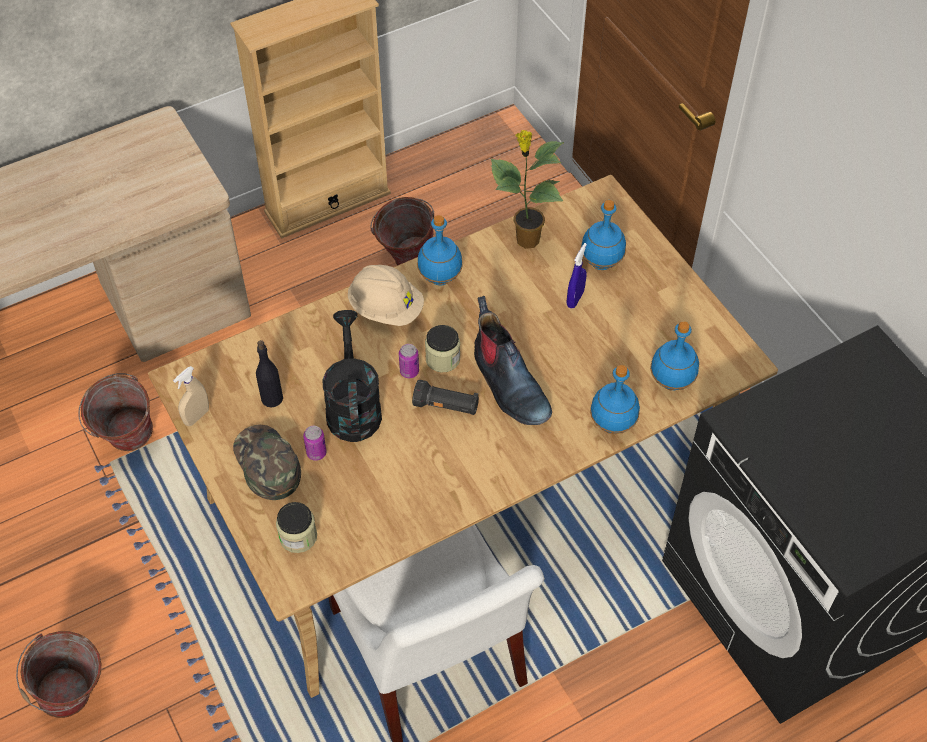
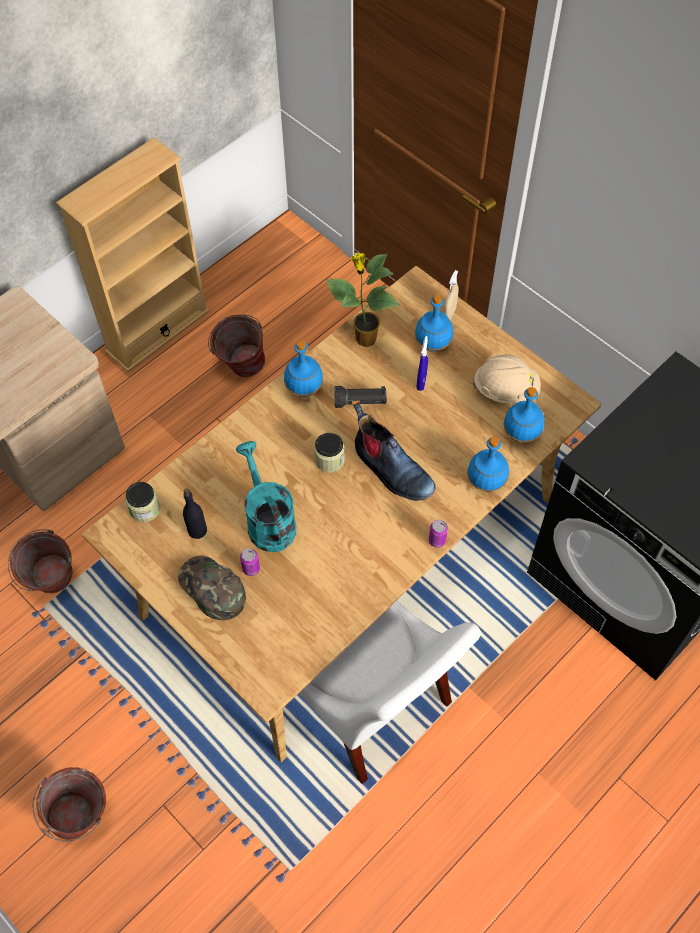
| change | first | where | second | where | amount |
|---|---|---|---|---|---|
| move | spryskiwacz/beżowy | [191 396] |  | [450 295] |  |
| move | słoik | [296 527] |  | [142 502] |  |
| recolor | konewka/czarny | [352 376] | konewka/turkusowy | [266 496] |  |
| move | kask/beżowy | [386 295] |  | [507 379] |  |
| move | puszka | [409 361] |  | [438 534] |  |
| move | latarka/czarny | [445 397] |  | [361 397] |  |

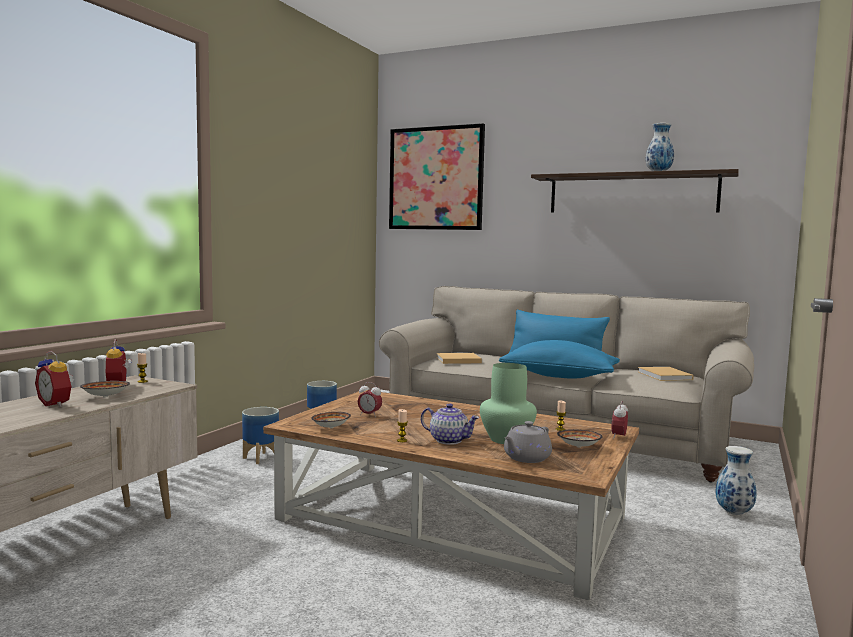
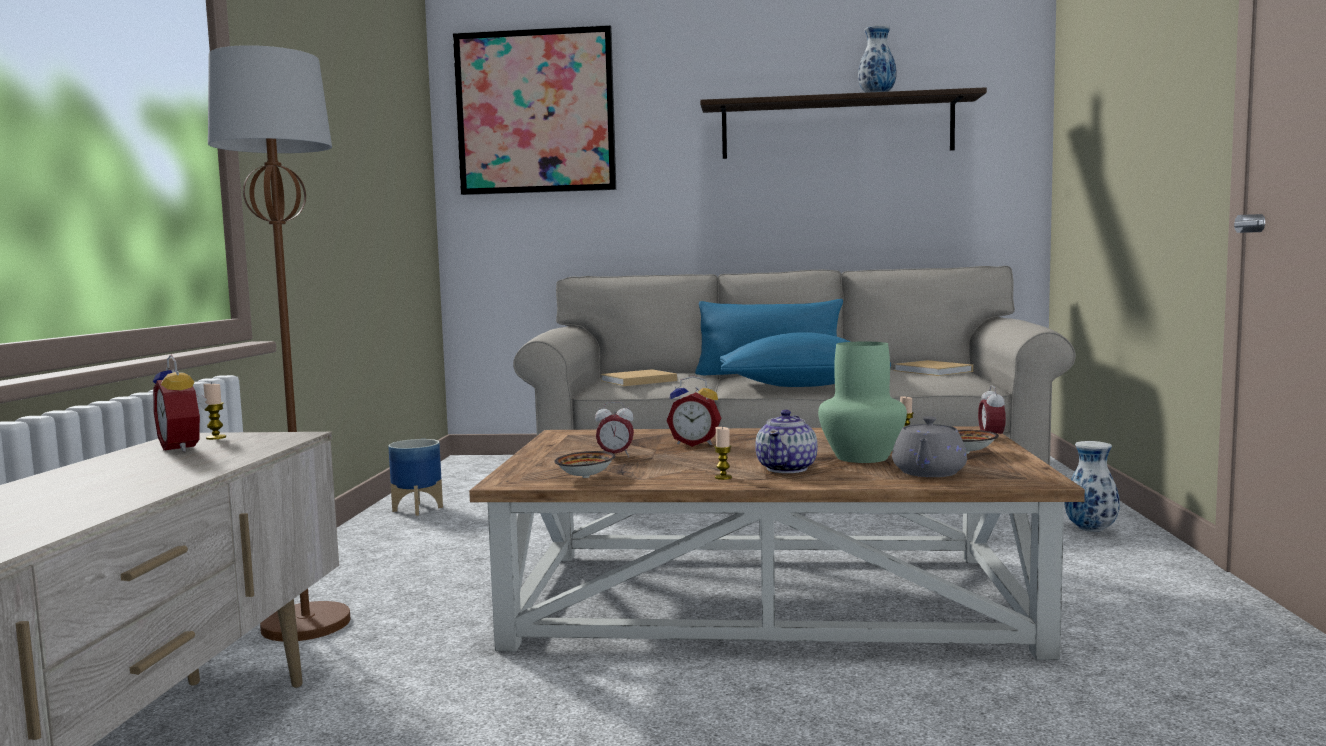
| change | first | where | second | where | amount |
|---|---|---|---|---|---|
| move | budzik | [54 379] |  | [693 411] |  |
| delete | miska | [105 389] |  |  |  |
| delete | donica | [260 435] |  |  |  |
| rotate | imbryk | [450 424] |  | [786 441] | 105 degrees clockwise |
| insert |  |  | lampa stojąca/brązowy | [279 343] |  |

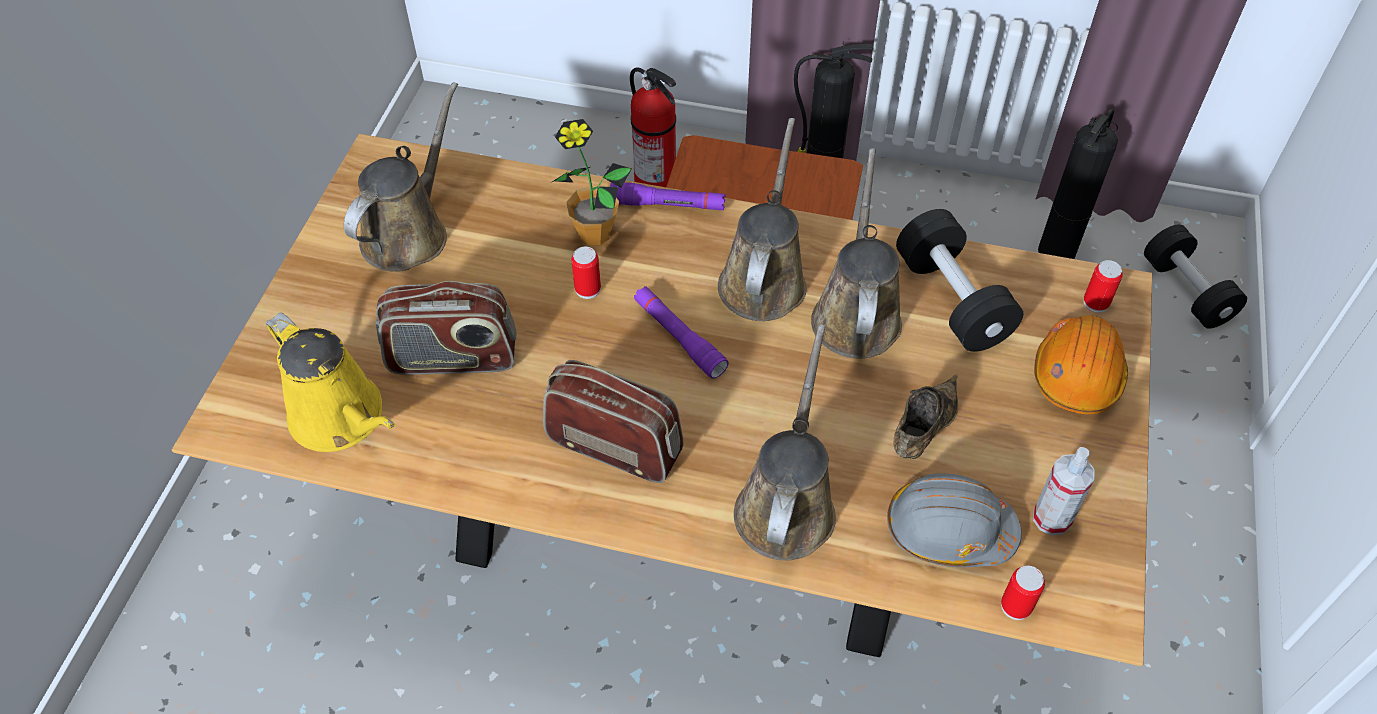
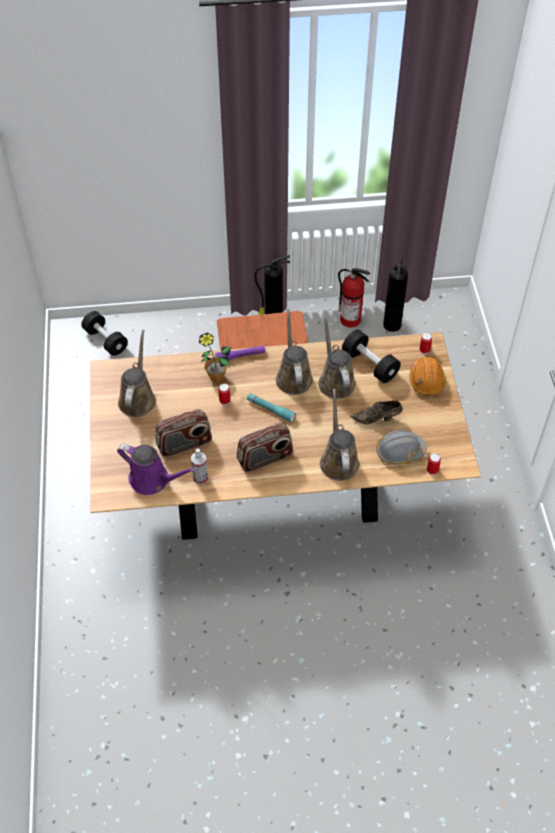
| change | first | where | second | where | amount |
|---|---|---|---|---|---|
| recolor | konewka/żółty | [330 382] | konewka/fioletowy | [156 469] |  |
| rotate | radio | [613 421] |  | [265 447] | 150 degrees clockwise |
| move | gaśnica | [653 127] |  | [354 297] |  |
| recolor | latarka/fioletowy | [681 332] | latarka/turkusowy | [271 407] |  |
| rotate | but/brązowy | [925 416] |  | [376 412] | 105 degrees counterclockwise |
| move | spryskiwacz | [1064 491] |  | [199 466] |  |
| move | hantel/czarny | [1195 276] |  | [104 333] |  |

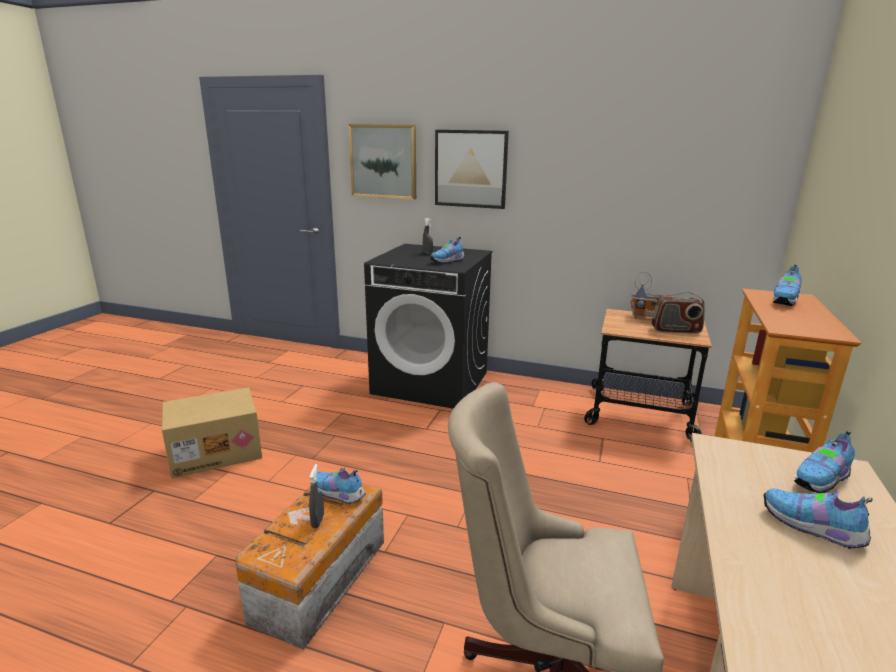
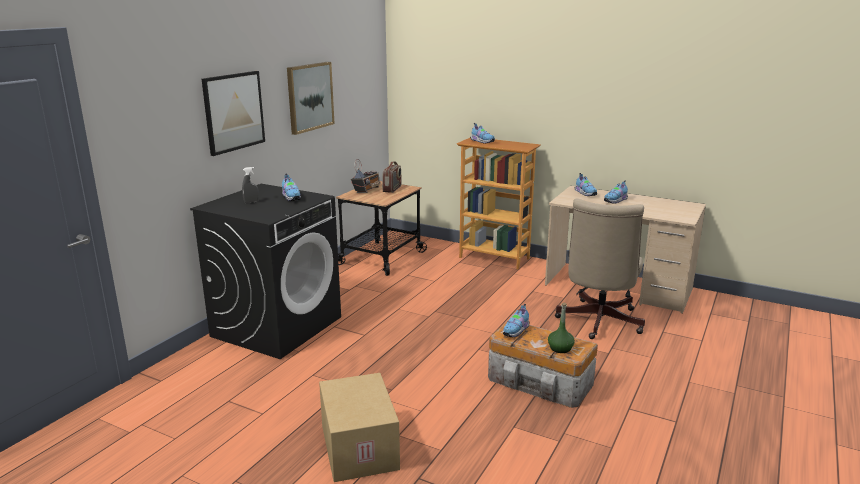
| change | first | where | second | where | amount |
|---|---|---|---|---|---|
| delete | spryskiwacz/szary | [316 496] |  |  |  |
| move | obraz | [382 162] |  | [311 98] |  |
| insert |  |  | butelka/zielony | [561 328] |  |

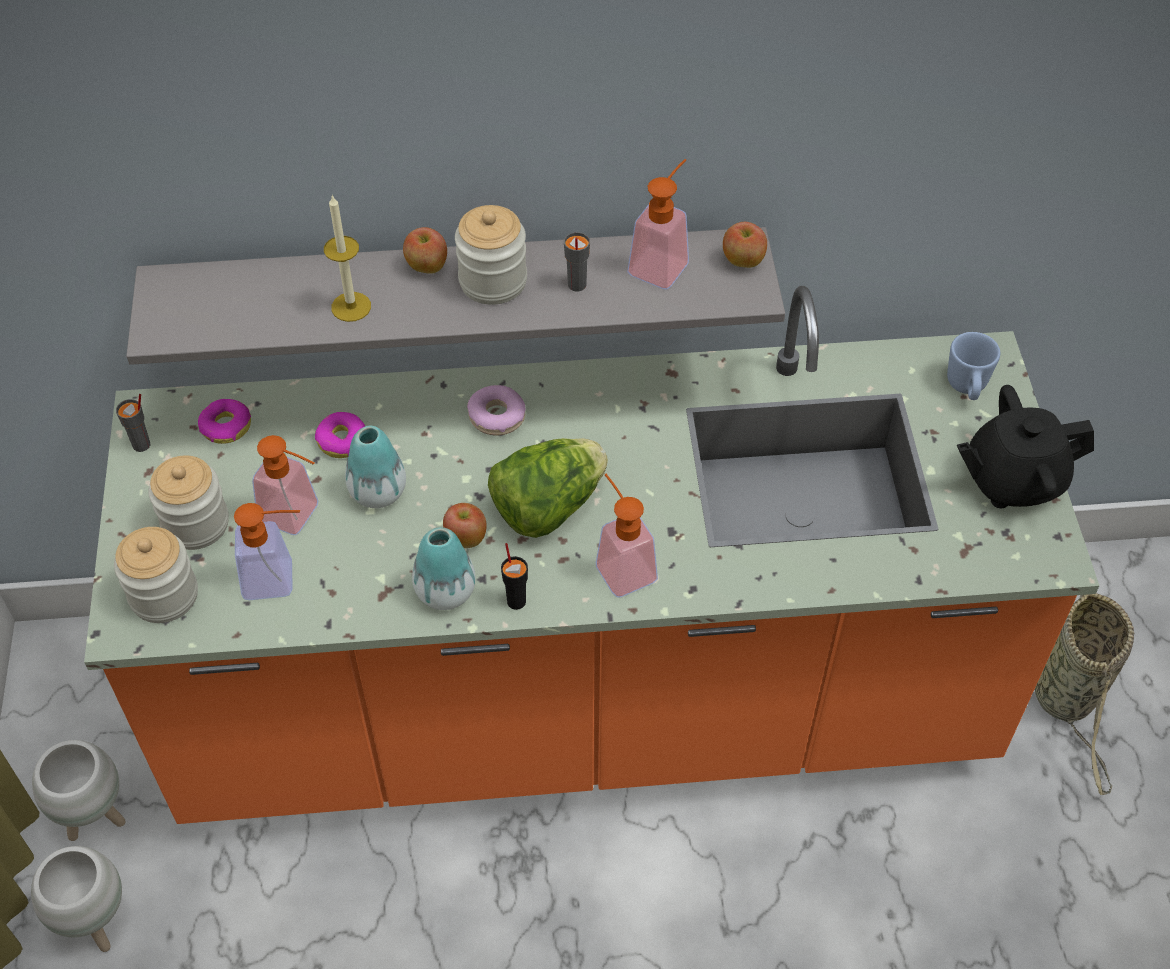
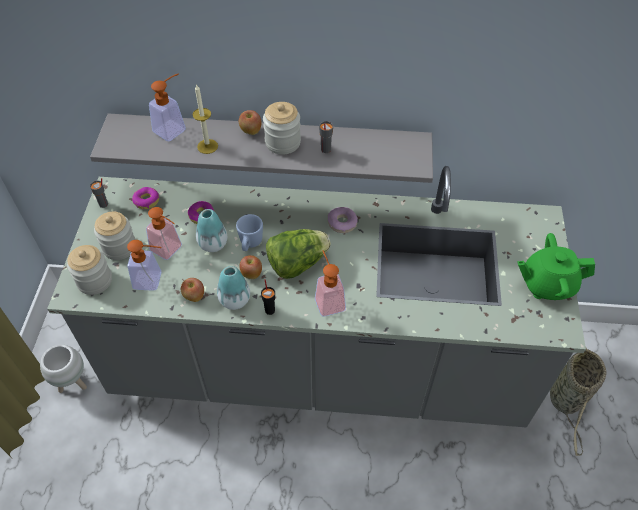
| change | first | where | second | where | amount |
|---|---|---|---|---|---|
| delete | donica/biały | [76 899] |  |  |  |
| recolor | zabudowa kuchenna/pomarańczowy | [591 555] | zabudowa kuchenna/szary | [316 296] |  |
| move | donut | [496 410] |  | [343 220] |  |
| move | dozownik mydła | [658 224] |  | [167 108] |  |
| move | jabłko | [745 245] |  | [192 290] |  |
| move | kubek/niebieski | [973 366] |  | [249 232] |  |
| recolor | imbryk/czarny | [1025 446] | imbryk/zielony | [556 266] |  |

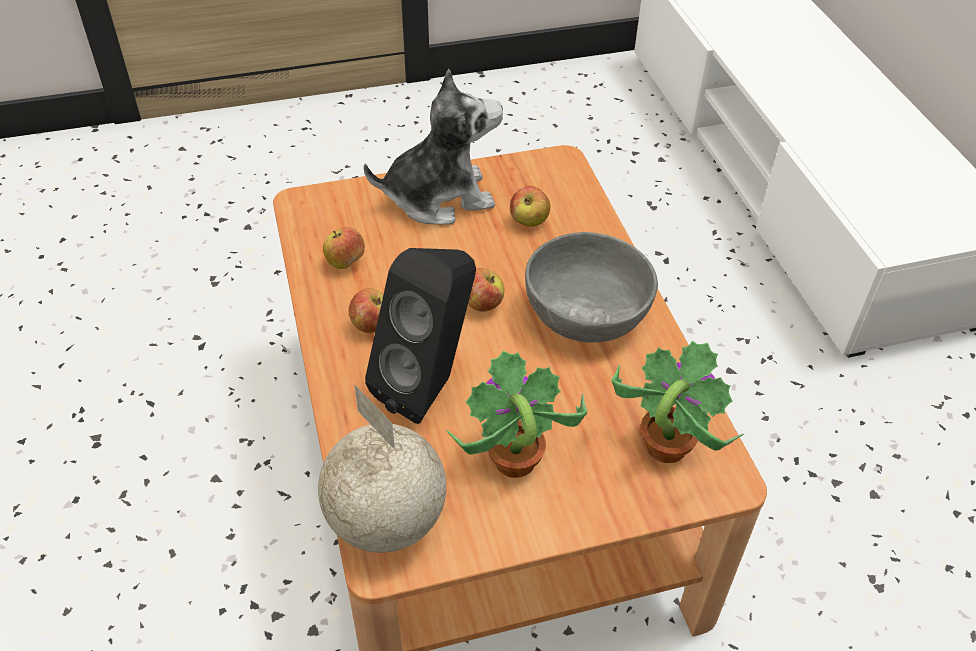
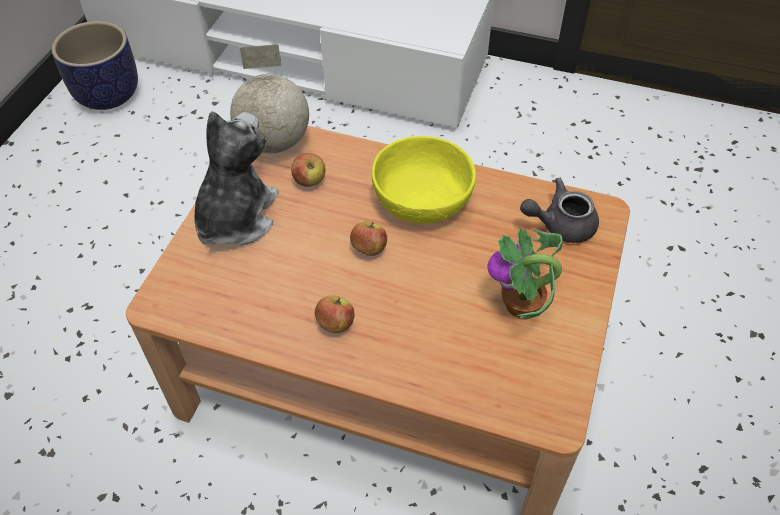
| change | first | where | second | where | amount |
|---|---|---|---|---|---|
| move | globus | [382 468] |  | [269 99] |  |
| delete | jabłko | [344 248] |  |  |  |
| delete | głośnik/czarny | [420 336] |  |  |  |
| recolor | miska/szary | [591 287] | miska/żółty | [424 180] |  |
| replace | roślina doniczkowa | [678 401] | imbryk/szary | [559 210] |  |
| insert |  |  | donica | [94 65] |  |

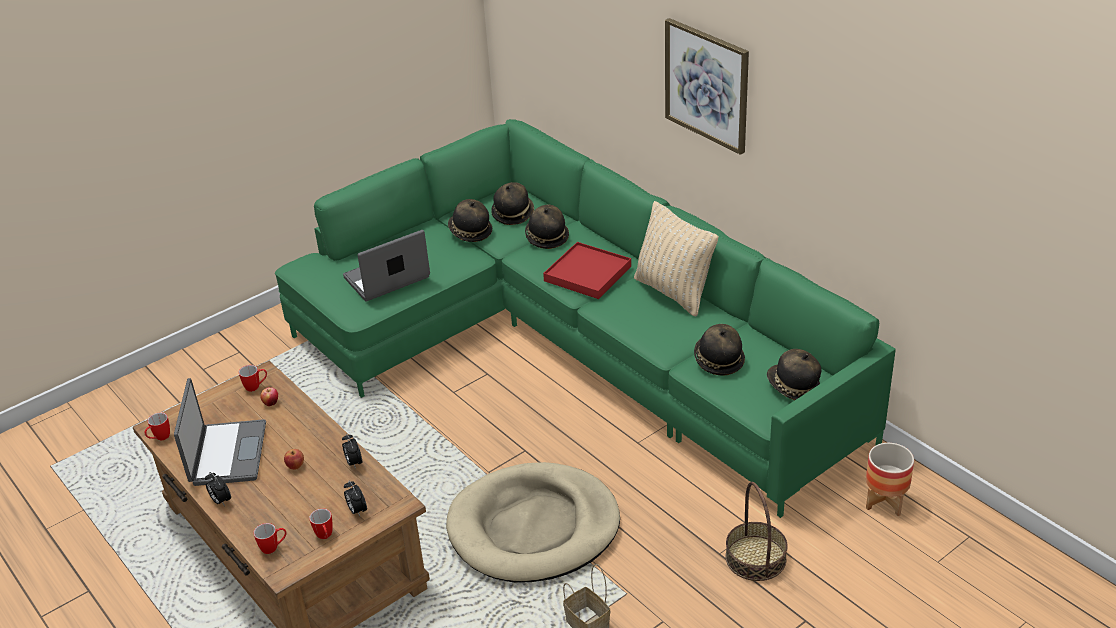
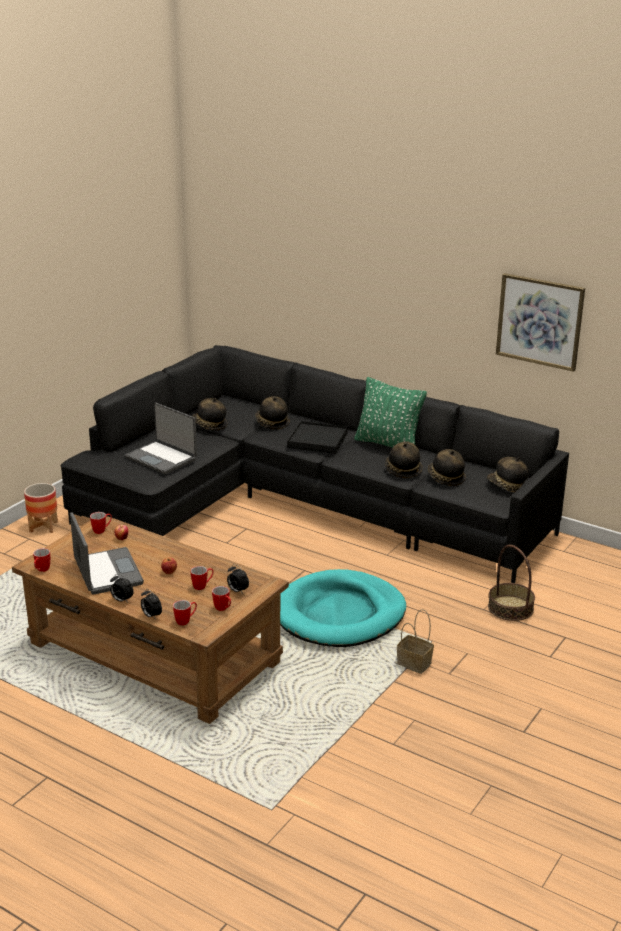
| change | first | where | second | where | amount |
|---|---|---|---|---|---|
| recolor | kanapa/zielony | [585 318] | kanapa/czarny | [315 464] |  |
| move | budzik | [352 451] |  | [151 604] |  |
| rotate | laptop | [386 265] |  | [161 438] | 90 degrees counterclockwise |
| recolor | legowisko/beżowy | [533 522] | legowisko/turkusowy | [343 608] |  |
| move | kapelusz | [512 203] |  | [403 460] |  |
| recolor | taca/czerwony | [587 270] | taca/czarny | [317 437] |  |
| recolor | poduszka/beżowy | [676 258] | poduszka/zielony | [390 412] |  |
| move | obraz | [707 86] |  | [540 322] |  |
| move | donica | [890 479] |  | [41 508] |  |
| insert |  |  | kubek | [202 578] |  |

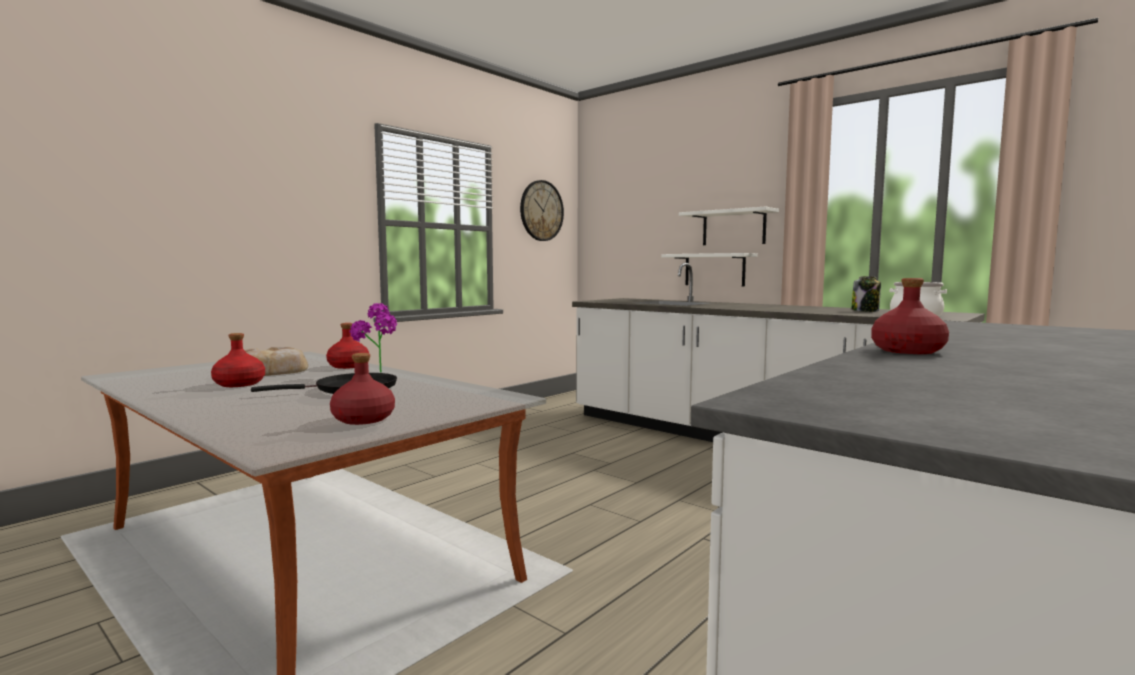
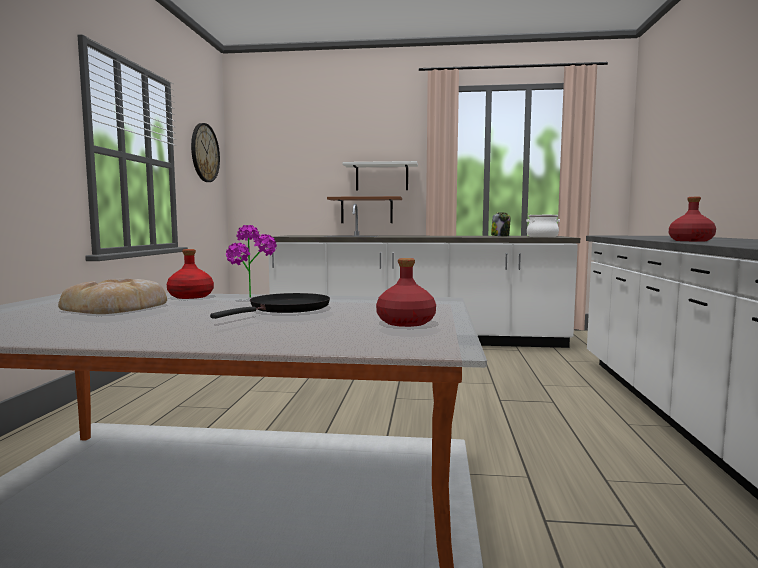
| change | first | where | second | where | amount |
|---|---|---|---|---|---|
| delete | butelka/czerwony | [238 360] |  |  |  |
| recolor | półka/biały | [709 270] | półka/brązowy | [364 209] |  |

